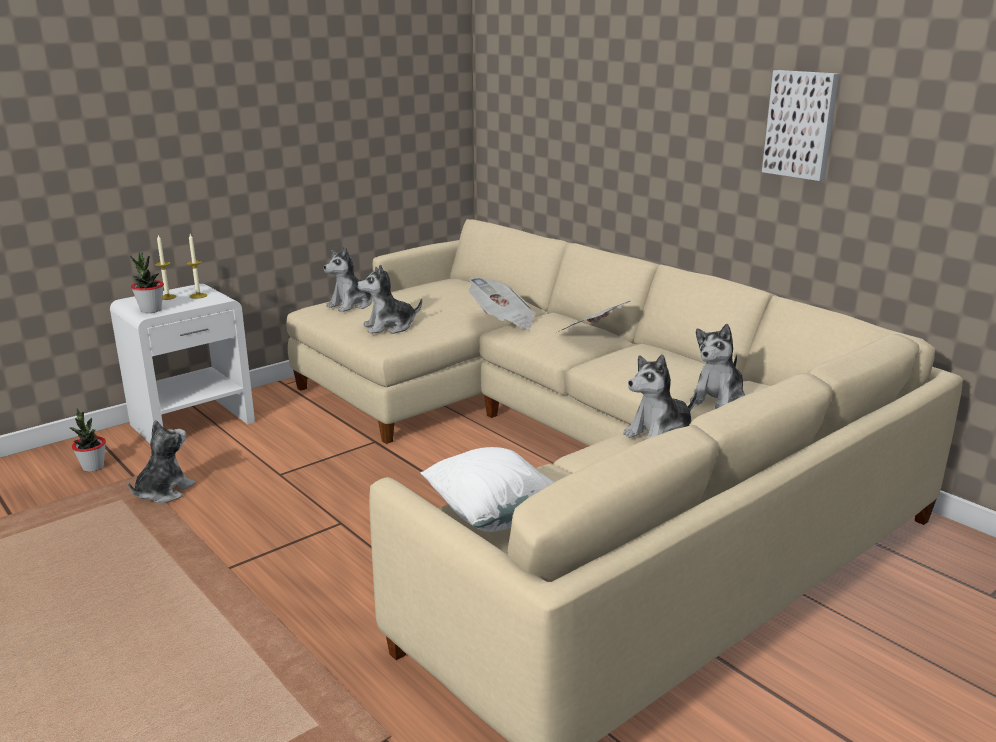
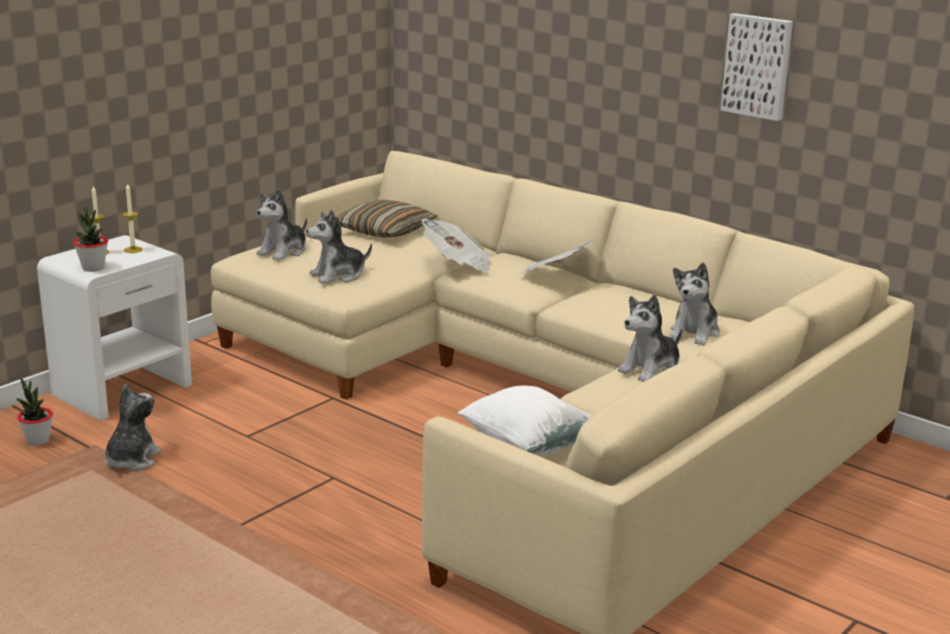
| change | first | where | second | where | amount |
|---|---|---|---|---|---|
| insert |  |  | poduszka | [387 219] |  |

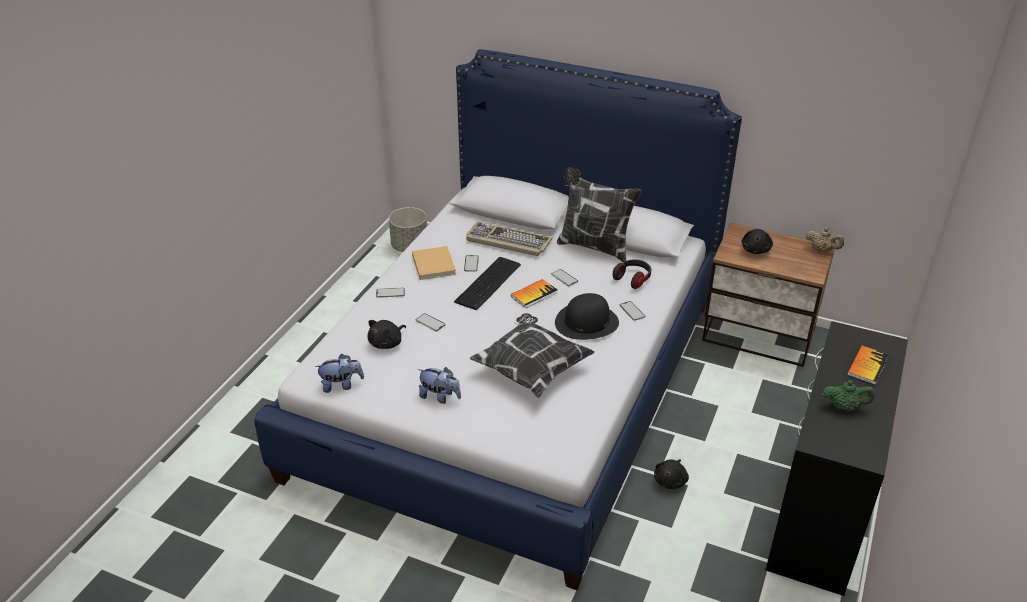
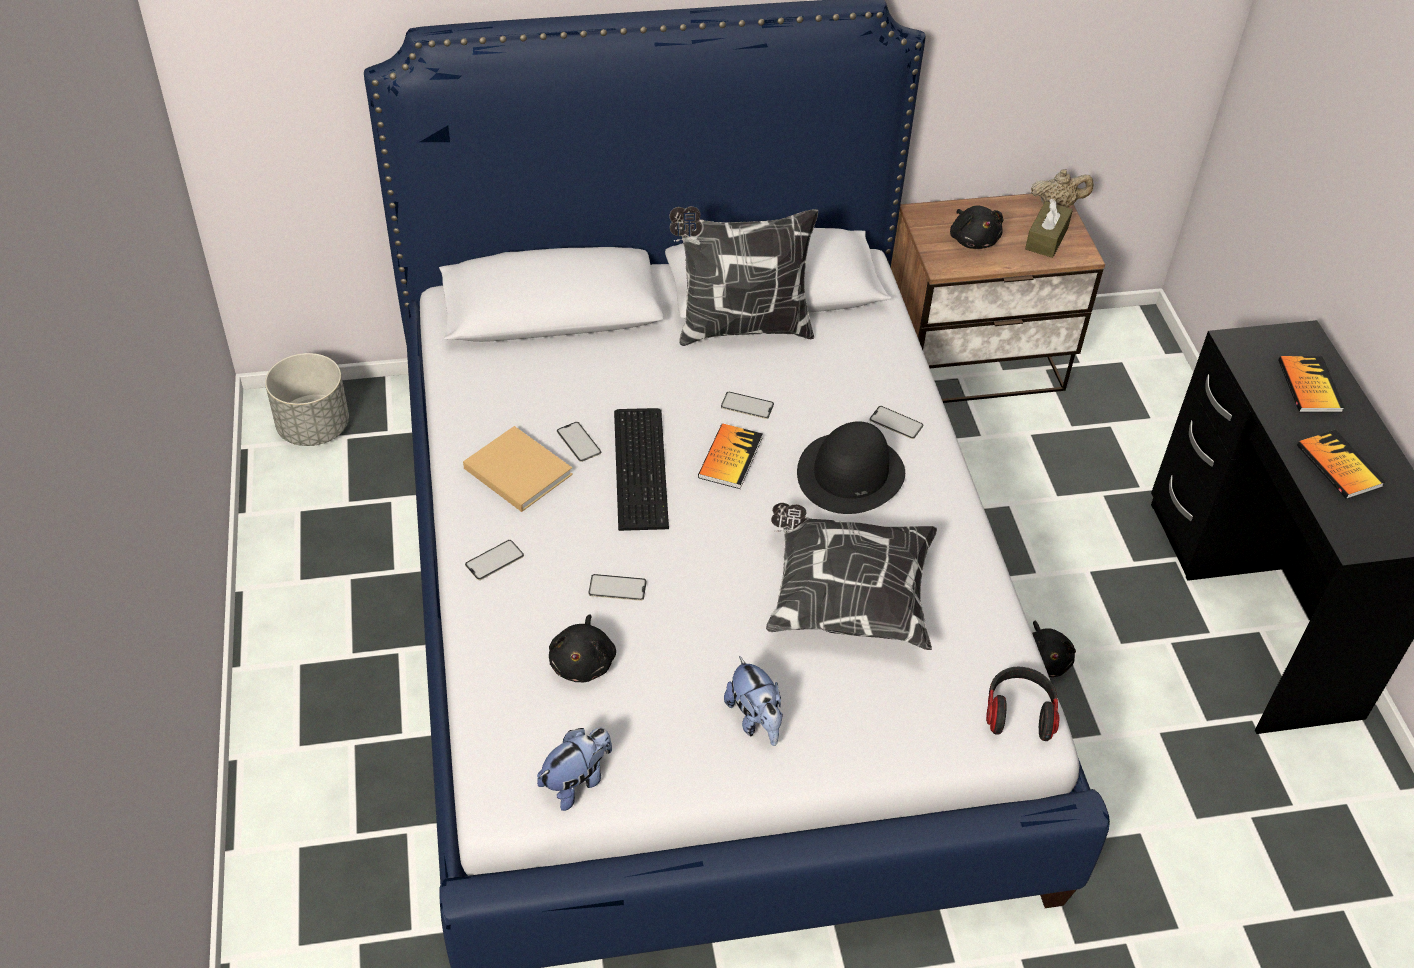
| change | first | where | second | where | amount |
|---|---|---|---|---|---|
| rotate | pluszak | [439 385] |  | [753 701] | 75 degrees clockwise |
| delete | klawiatura | [509 239] |  |  |  |
| move | słuchawki | [632 274] |  | [1022 704] |  |
| replace | imbryk/zielony | [849 395] | książka | [1341 464] |  |
| insert |  |  | pudełko chusteczek/brązowy | [1049 228] |  |

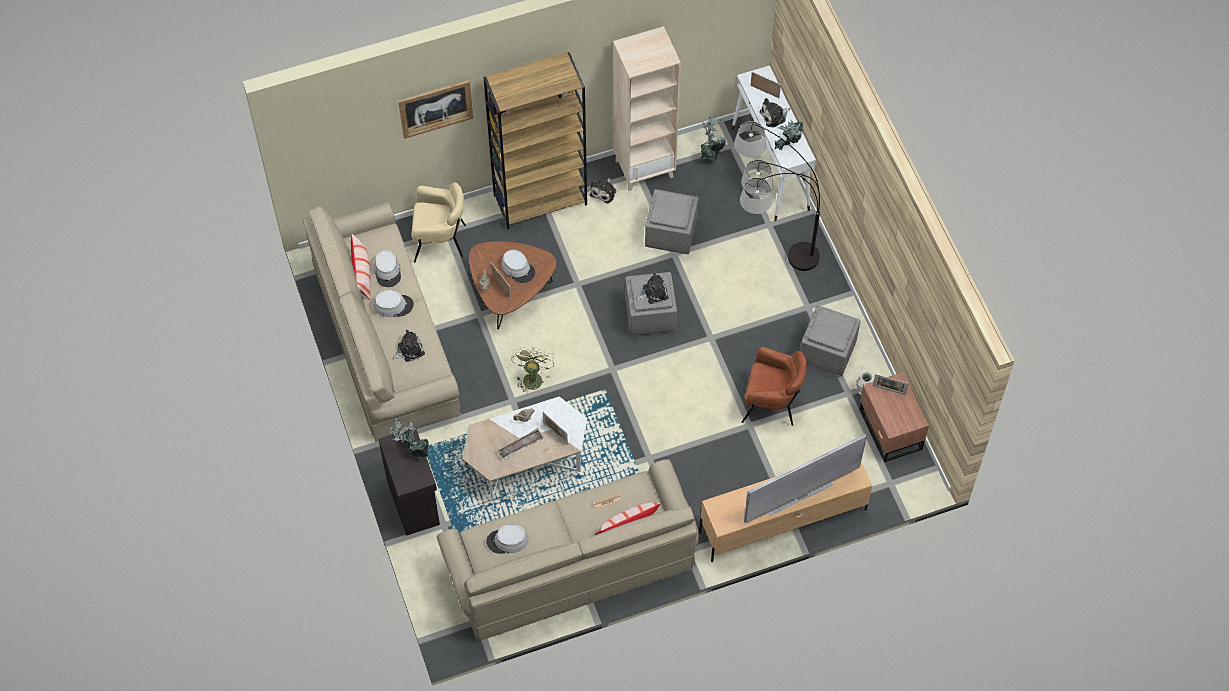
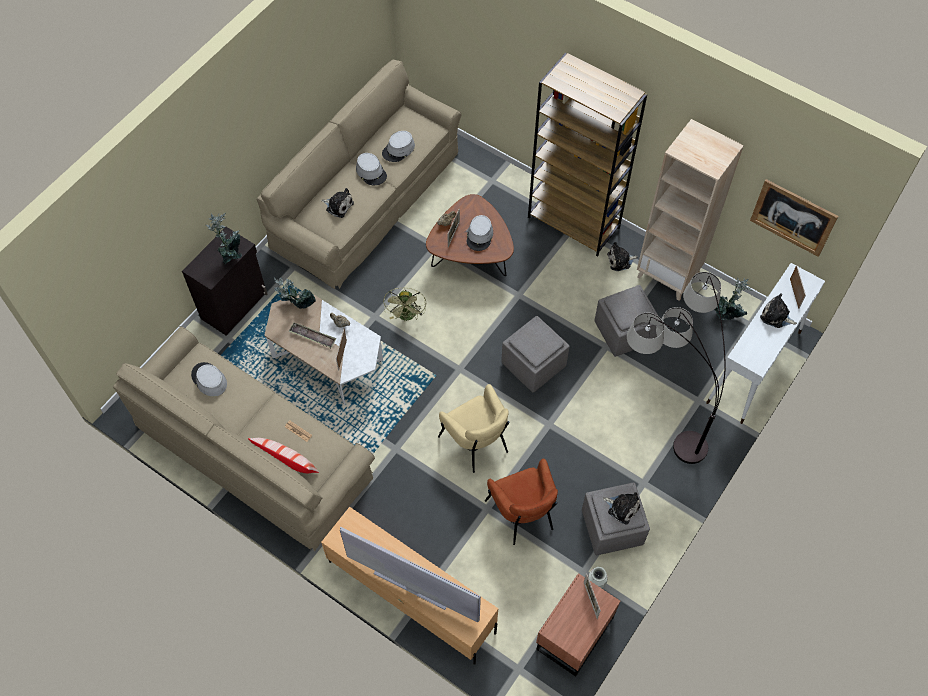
| change | first | where | second | where | amount |
|---|---|---|---|---|---|
| delete | poduszka | [361 266] |  |  |  |
| move | obraz | [435 109] |  | [794 218] |  |
| move | fotel/beżowy | [438 222] |  | [474 428] |  |
| rotate | wentylator/zielony | [532 370] |  | [404 304] | 120 degrees clockwise |
| move | pluszak | [652 288] |  | [621 508] |  |
| move | roślina doniczkowa | [789 135] |  | [295 293] |  |

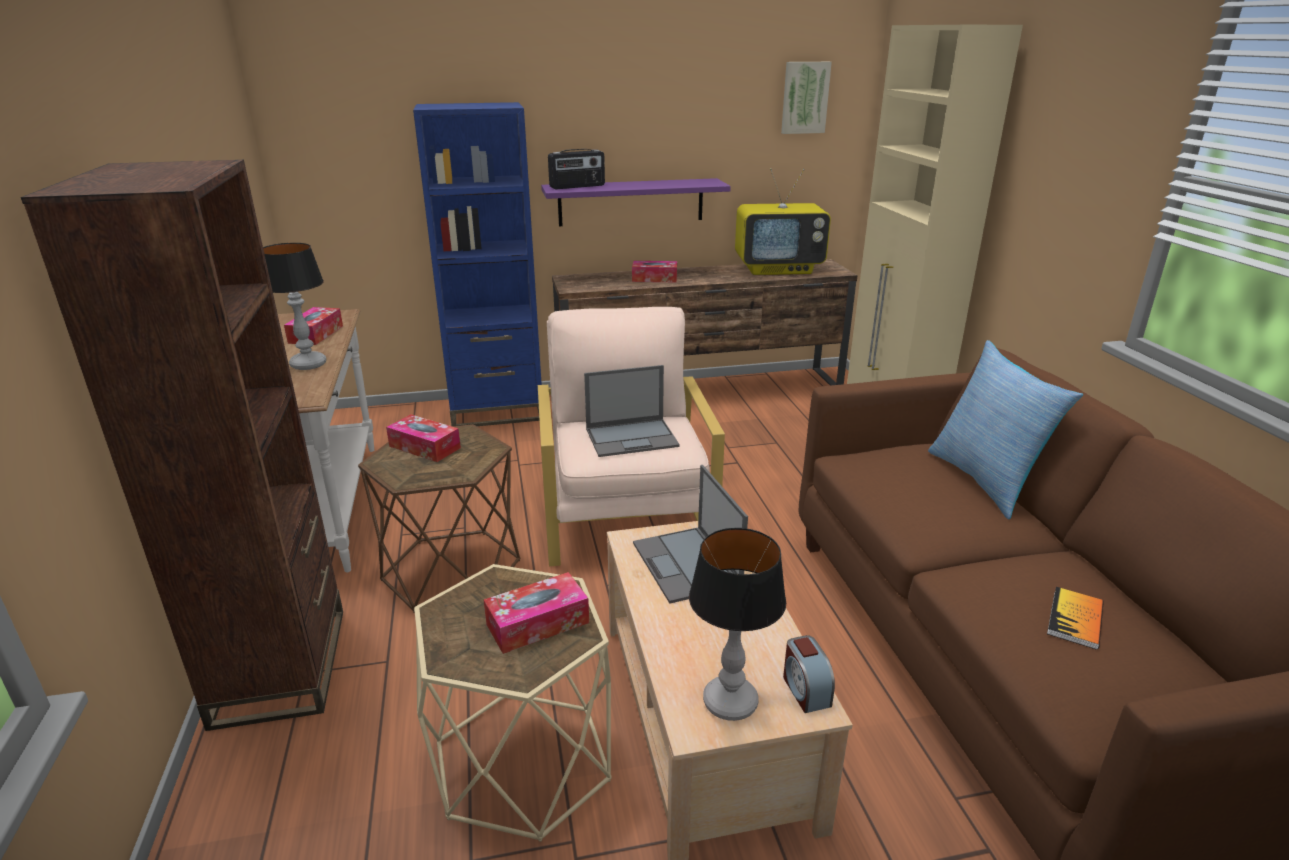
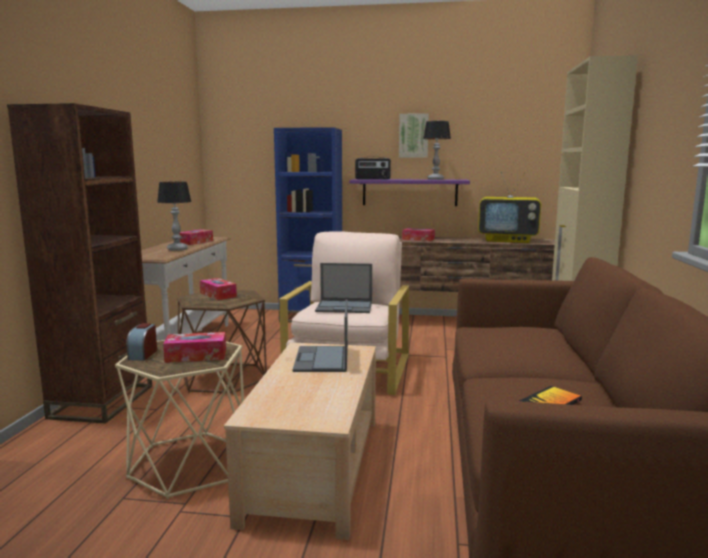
| change | first | where | second | where | amount |
|---|---|---|---|---|---|
| move | lampa stołowa | [737 624] |  | [437 150] |  |
| move | obraz | [806 98] |  | [414 135] |  |
| move | budzik | [809 674] |  | [141 341] |  |
| delete | poduszka | [1005 429] |  |  |  |

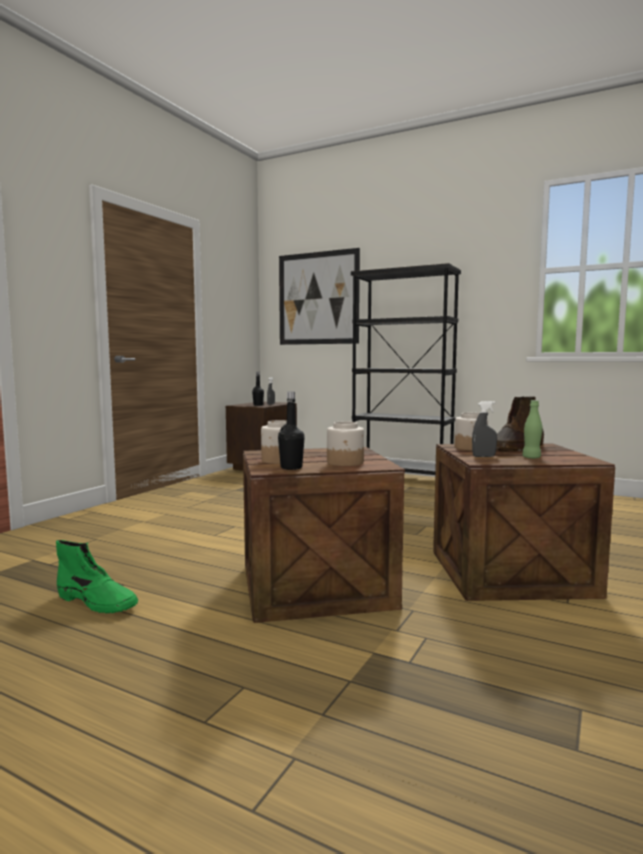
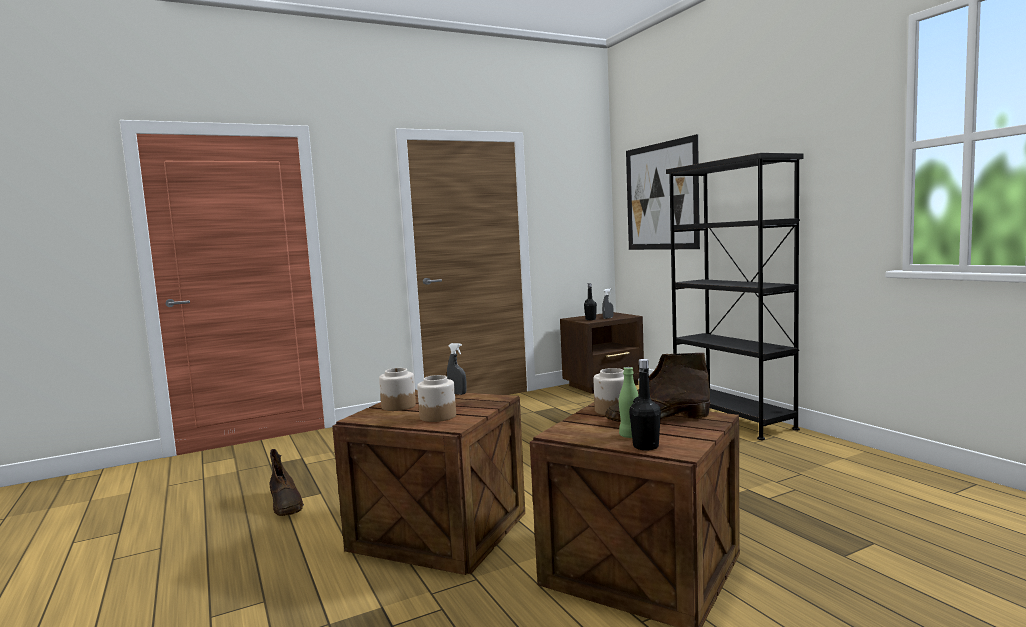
| change | first | where | second | where | amount |
|---|---|---|---|---|---|
| recolor | but z cholewką/zielony | [97 576] | but z cholewką/brązowy | [286 482] |  |
| move | butelka/czarny | [291 431] |  | [645 404] |  |
| move | spryskiwacz/szary | [484 429] |  | [456 369] |  |

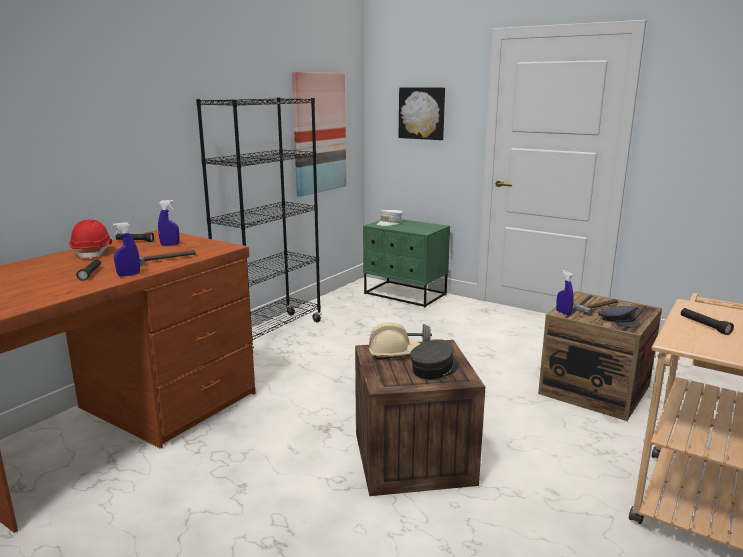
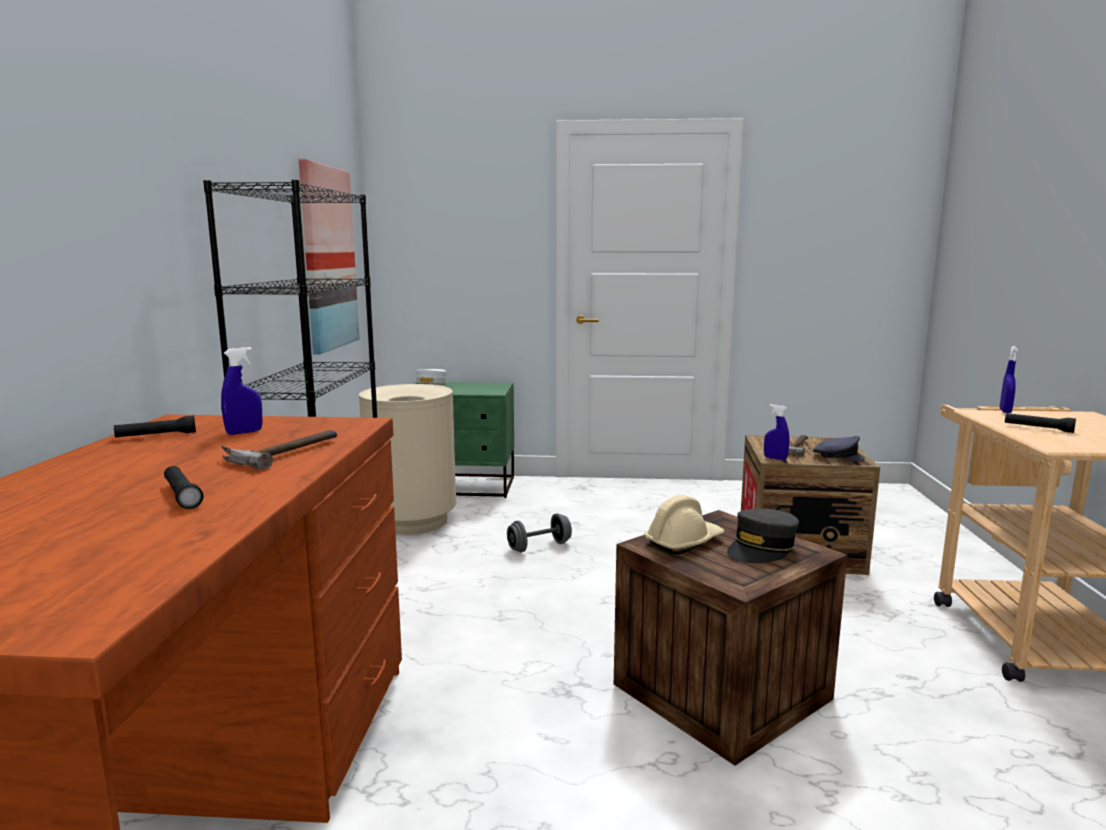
| change | first | where | second | where | amount |
|---|---|---|---|---|---|
| delete | kask/czerwony | [90 239] |  |  |  |
| move | spryskiwacz/niebieski | [126 249] |  | [1008 379] |  |
| delete | obraz | [422 114] |  |  |  |
| rotate | czapka z daszkiem/szary | [435 359] |  | [763 536] | 150 degrees counterclockwise |
| insert |  |  | kosz na śmieci/beżowy | [407 459] |  |

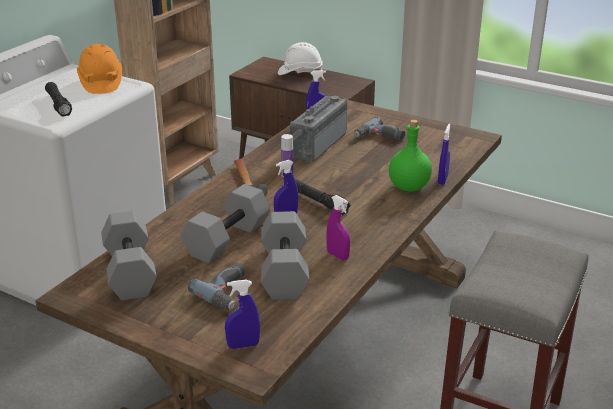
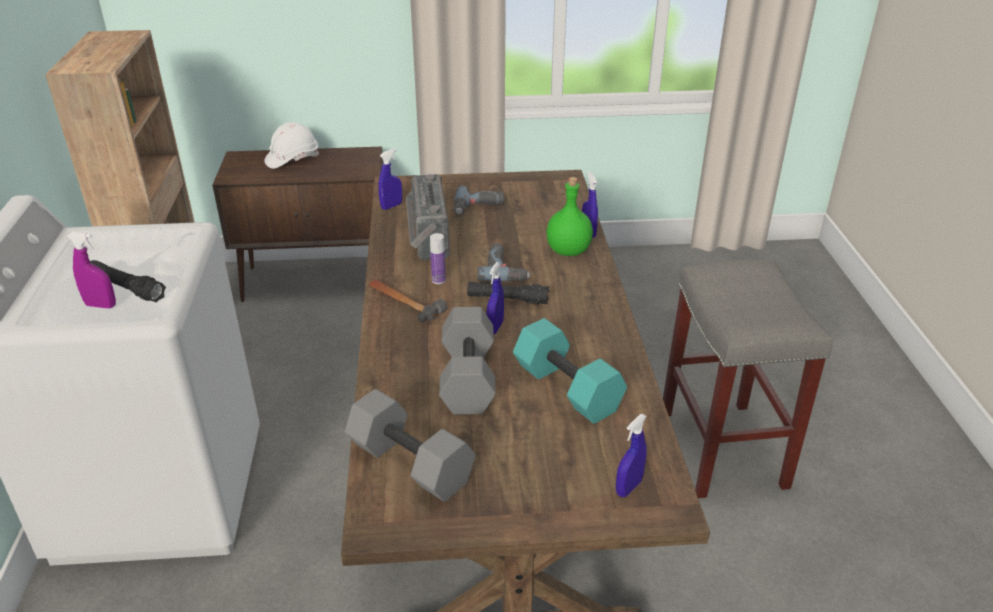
| change | first | where | second | where | amount |
|---|---|---|---|---|---|
| delete | kask/pomarańczowy | [99 69] |  |  |  |
| move | wiertarka | [216 286] |  | [503 262] |  |
| recolor | hantel/szary | [285 255] | hantel/turkusowy | [570 371] |  |
| move | spryskiwacz/fioletowy | [338 227] |  | [91 269] |  |

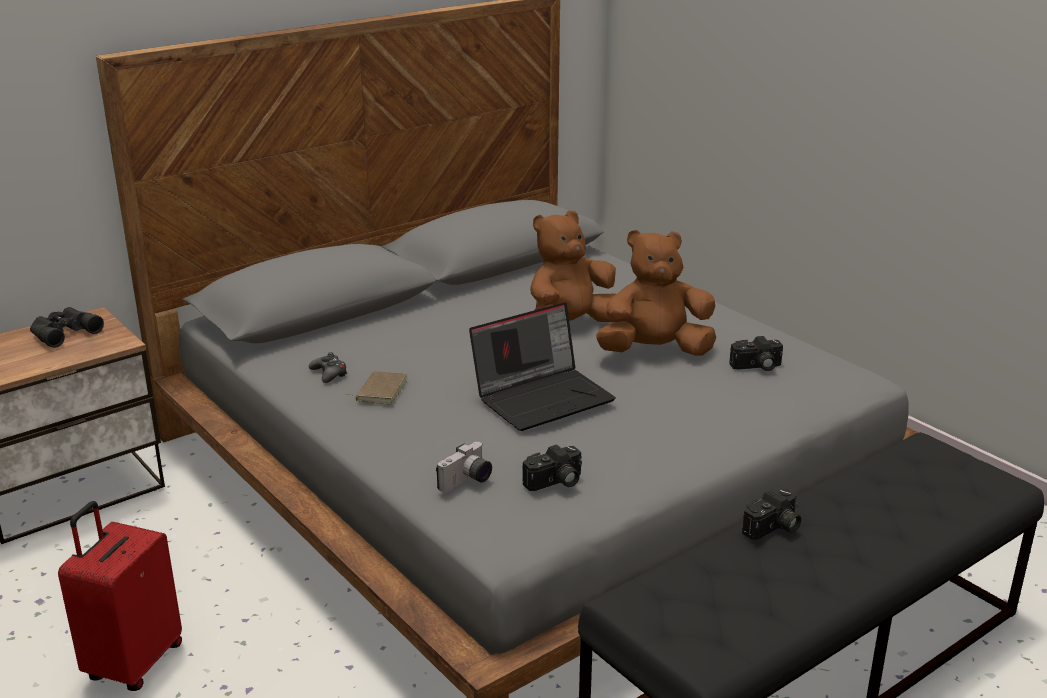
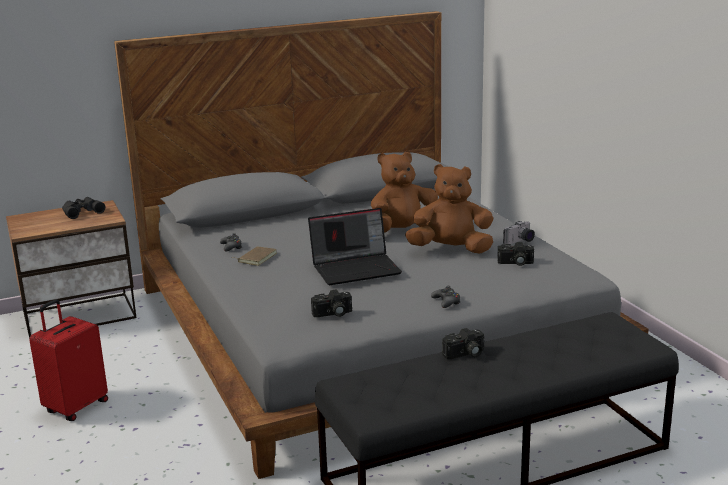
| change | first | where | second | where | amount |
|---|---|---|---|---|---|
| move | aparat fotograficzny | [464 467] |  | [519 232] |  |
| insert |  |  | pad do gier/czarny | [445 297] |  |

